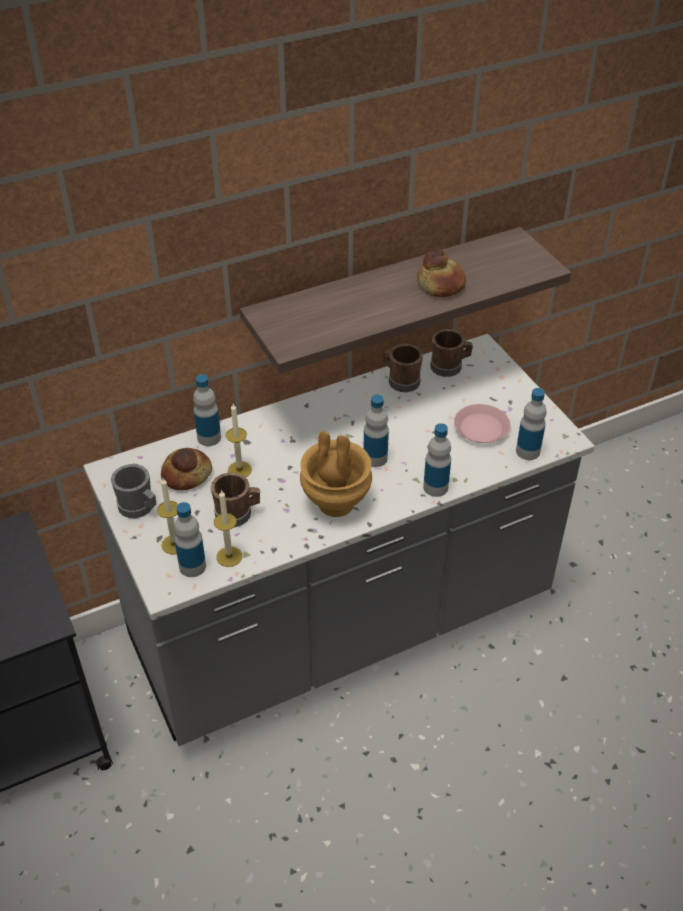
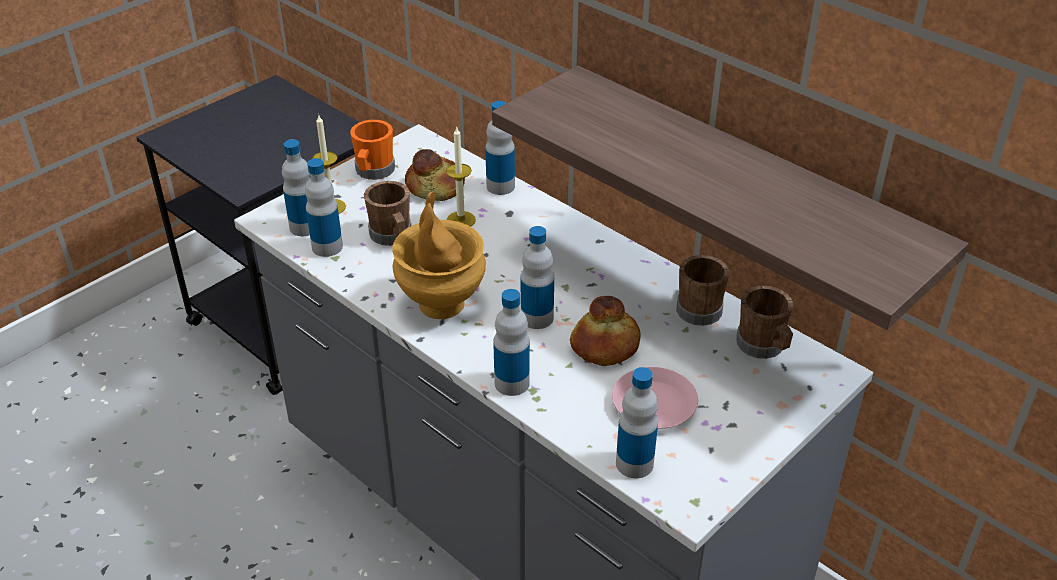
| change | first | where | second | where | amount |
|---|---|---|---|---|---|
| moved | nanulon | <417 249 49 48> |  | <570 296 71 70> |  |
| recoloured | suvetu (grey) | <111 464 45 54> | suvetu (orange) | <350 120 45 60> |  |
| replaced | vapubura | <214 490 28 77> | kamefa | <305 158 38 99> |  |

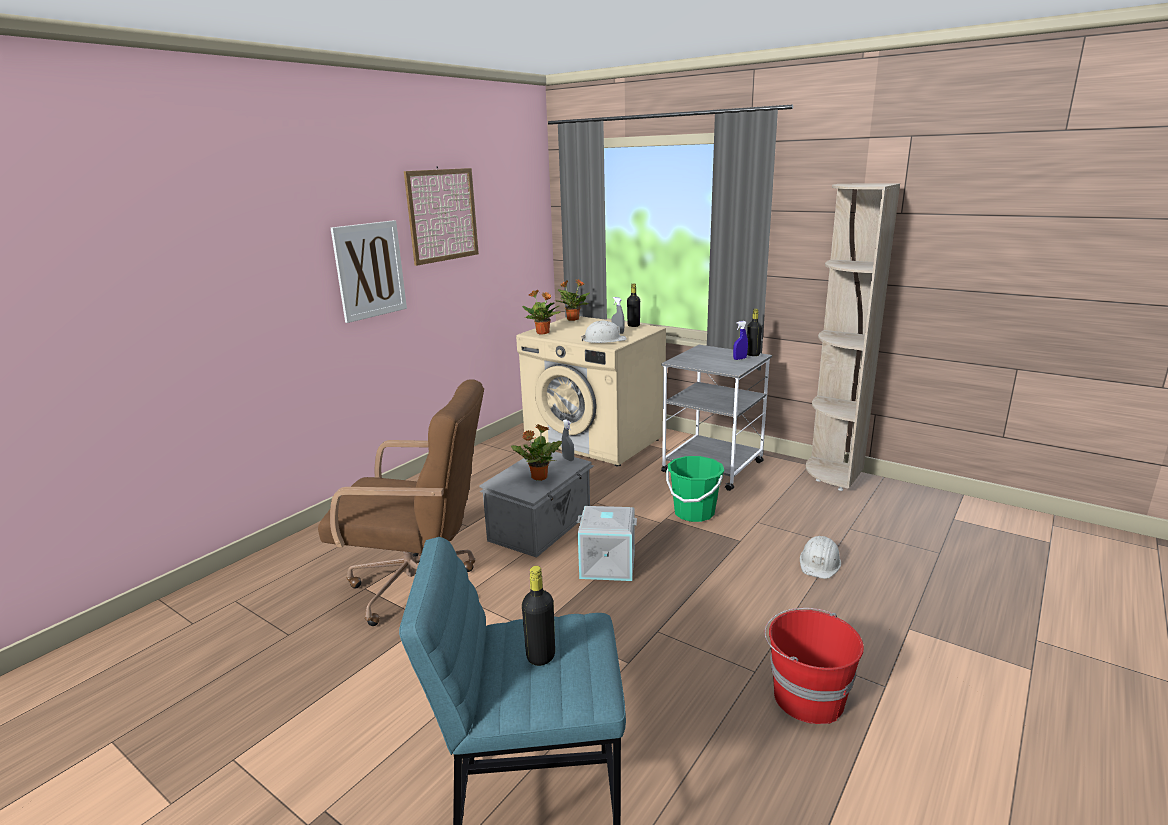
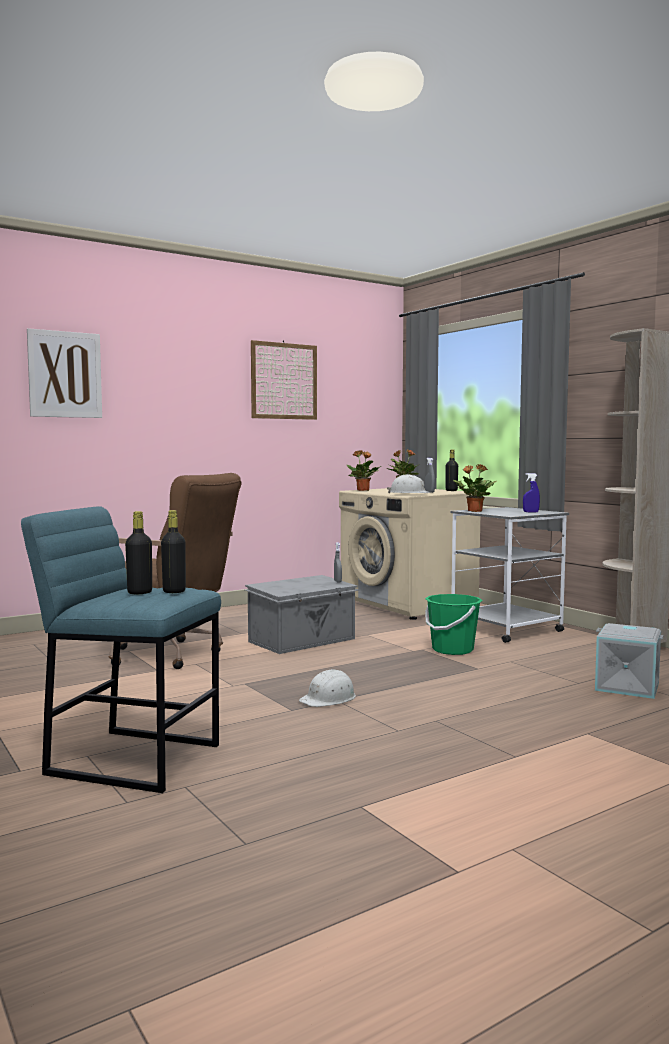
| change | first | where | second | where | amount |
|---|---|---|---|---|---|
| moved | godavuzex | <331 220 76 103> |  | <27 328 75 90> |  |
| moved | kamefa (black) | <747 309 15 47> |  | <161 510 25 83> |  |
| moved | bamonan | <511 424 51 57> |  | <453 464 44 48> |  |
| moved | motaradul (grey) | <577 506 60 75> |  | <595 623 68 76> |  |
| moved | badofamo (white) | <800 536 41 43> |  | <299 669 57 38> |  |
| removed | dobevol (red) | <764 608 100 116> |  |  |  |

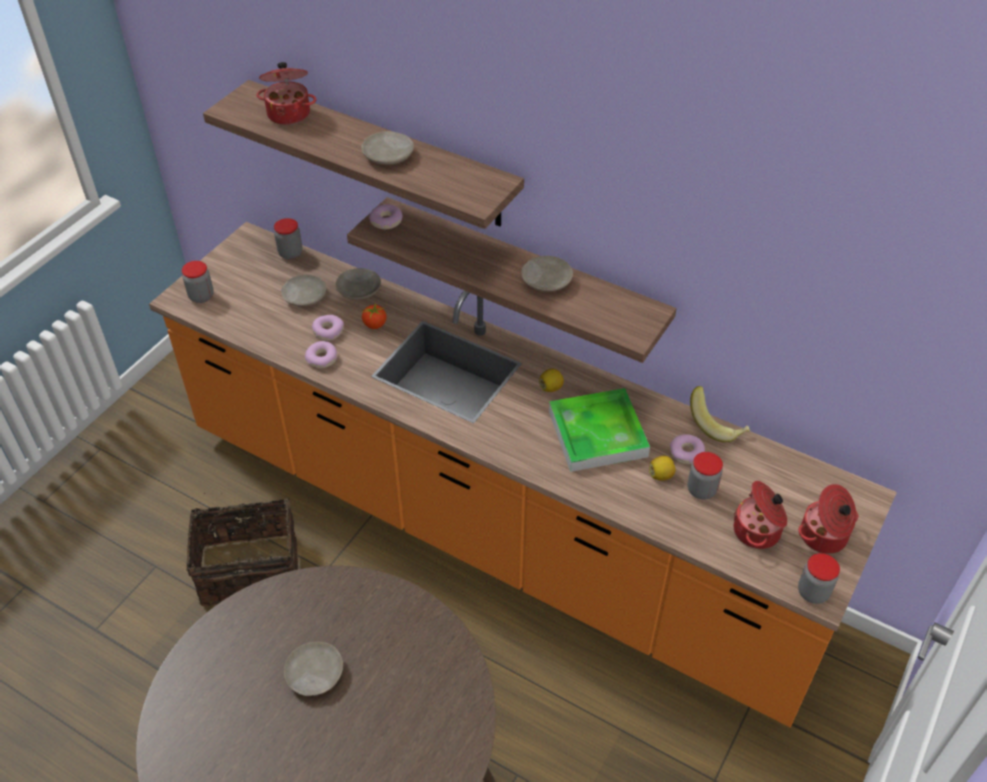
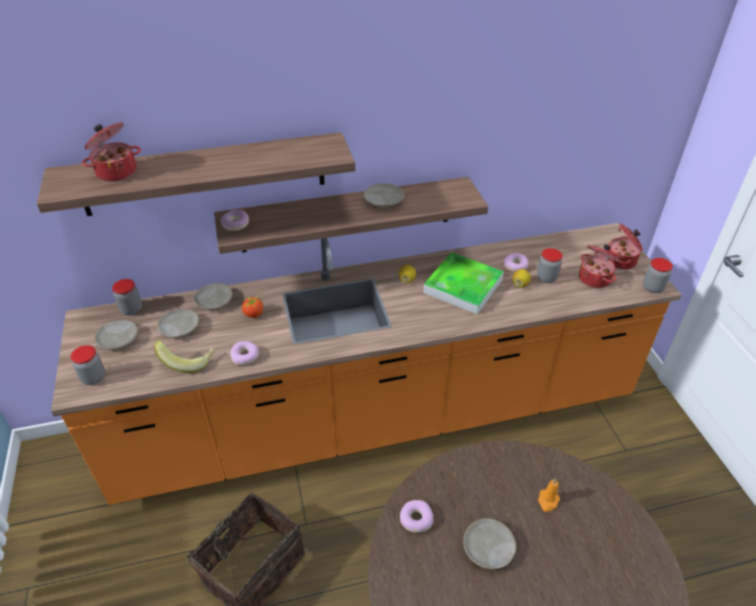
| change | first | where | second | where | amount |
|---|---|---|---|---|---|
| moved | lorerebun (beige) | <361 131 53 34> |  | <94 320 44 30> |  |
| moved | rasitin | <312 315 32 26> |  | <400 500 33 33> |  |
| moved | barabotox | <690 386 60 56> |  | <154 340 61 33> |  |
| added |  |  | vapubura (orange) | <538 478 22 34> |  |

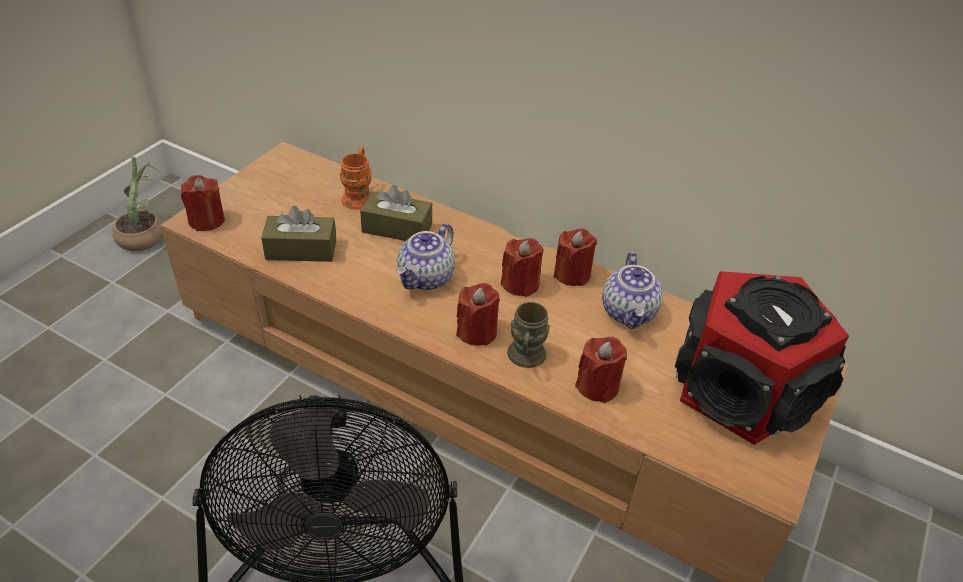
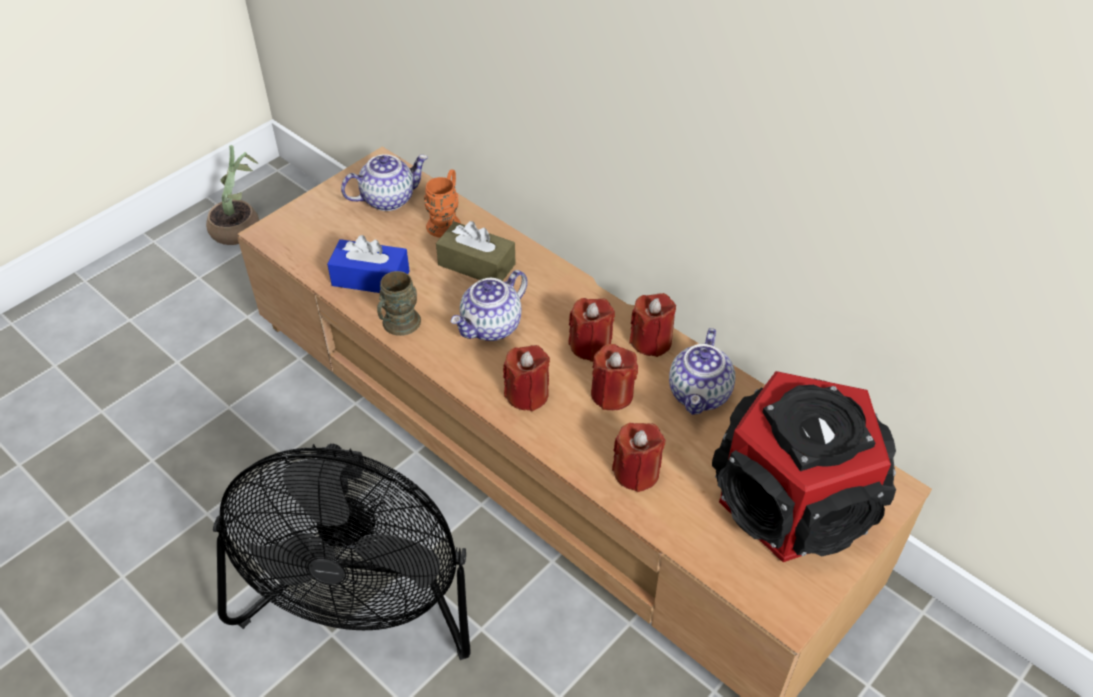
| change | first | where | second | where | amount |
|---|---|---|---|---|---|
| moved | vapubura (red) | <181 175 44 56> |  | <591 344 47 66> |  |
| recoloured | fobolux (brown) | <261 206 75 56> | fobolux (blue) | <327 235 83 58> |  |
| moved | suvetu (brown) | <507 302 43 66> |  | <377 271 44 65> |  |
| added |  |  | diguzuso | <341 154 87 57> |  |

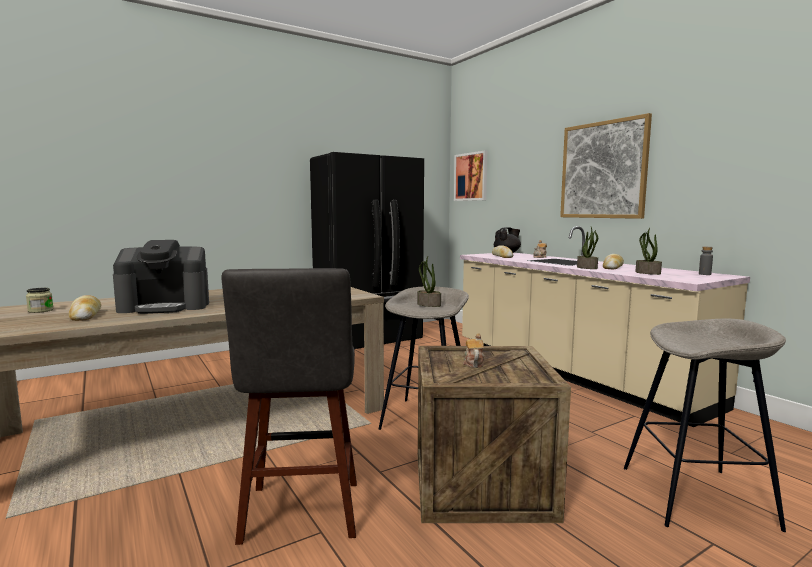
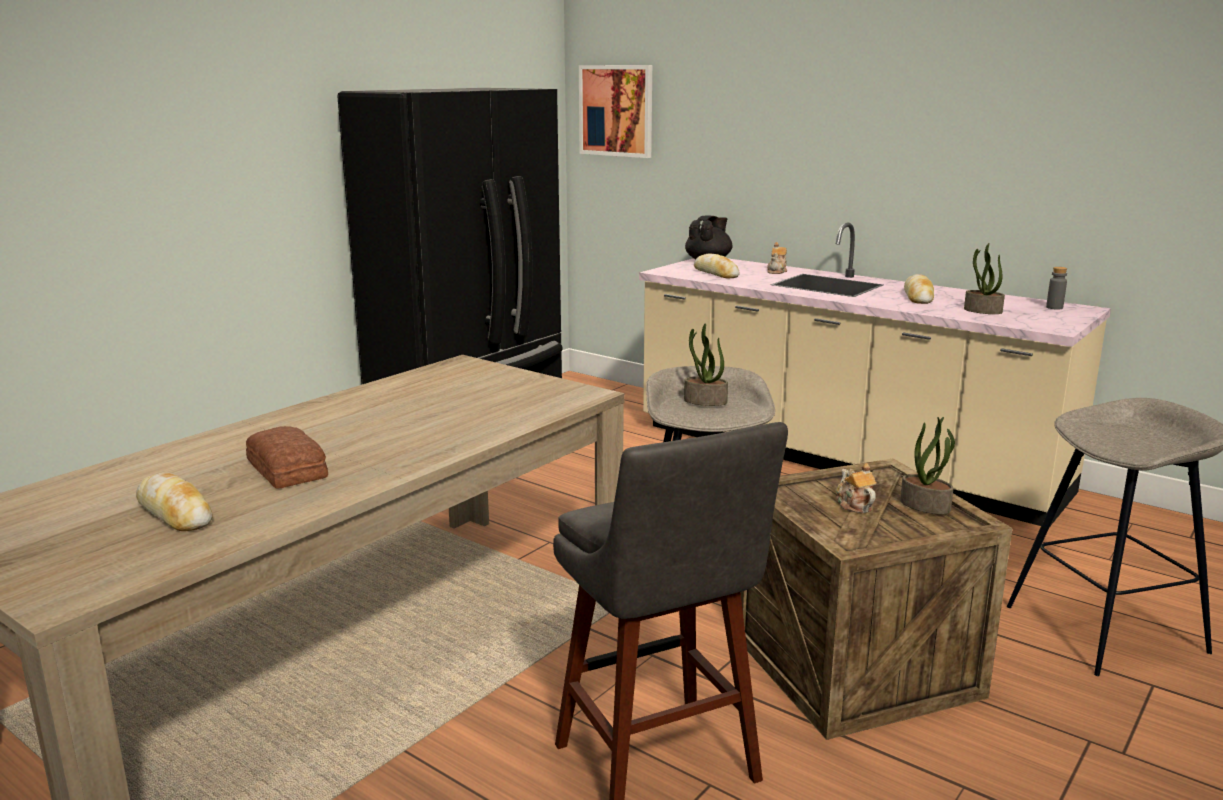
| change | first | where | second | where | amount |
|---|---|---|---|---|---|
| removed | godavuzex | <560 113 92 106> |  |  |  |
| moved | bamonan | <577 227 21 42> |  | <900 417 55 98> |  |
| replaced | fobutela | <113 240 96 74> | nanulon | <246 426 82 63> |  |
| removed | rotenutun | <26 288 28 25> |  |  |  |

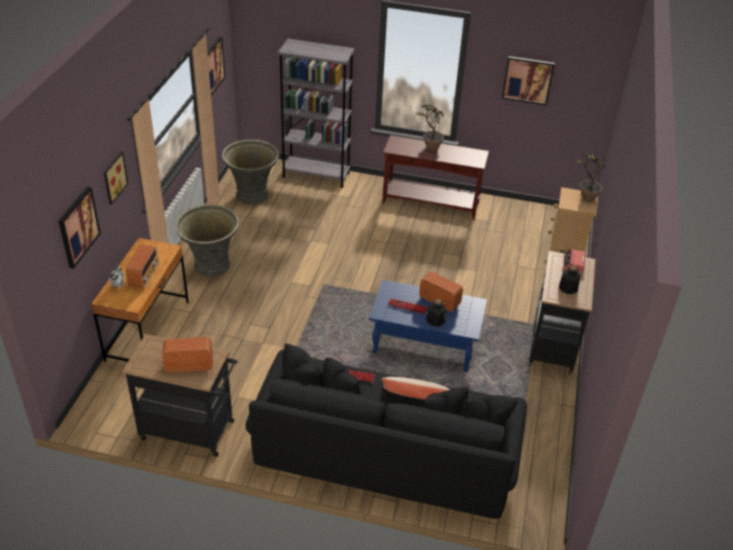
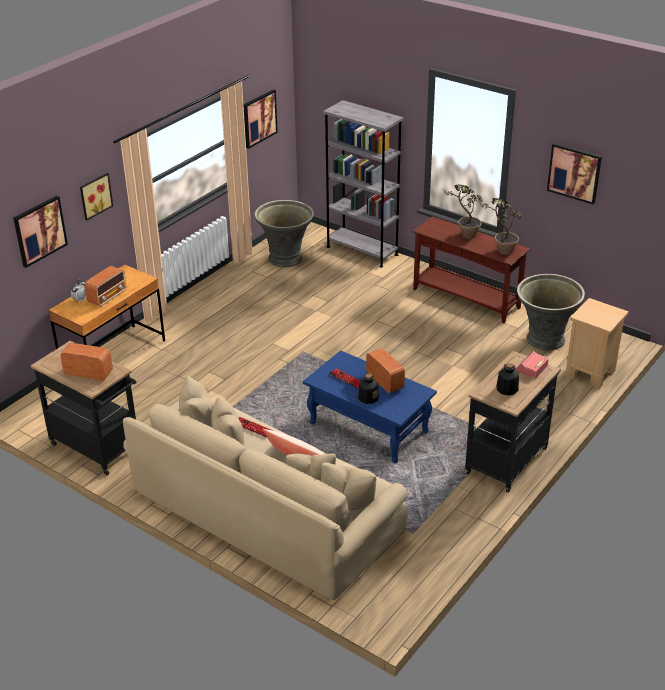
| change | first | where | second | where | amount |
|---|---|---|---|---|---|
| moved | bamonan | <573 153 32 49> |  | <479 198 43 57> |  |
| moved | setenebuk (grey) | <175 204 64 73> |  | <517 274 68 76> |  |
| recoloured | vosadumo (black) | <246 343 281 176> | vosadumo (beige) | <123 376 285 224> |  |

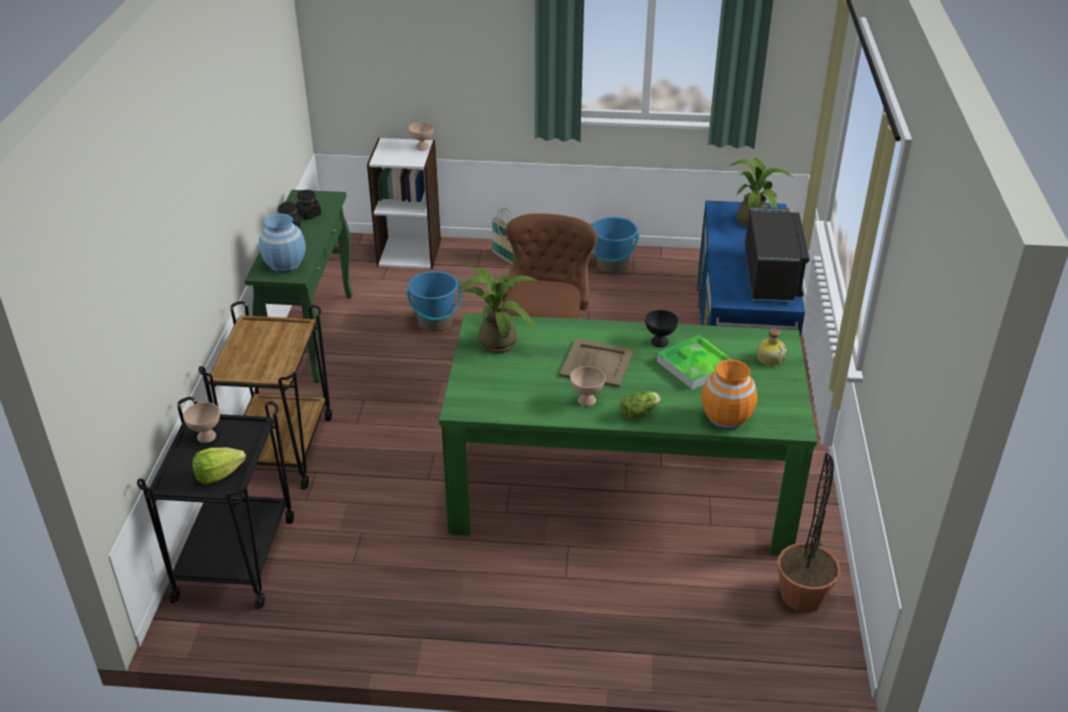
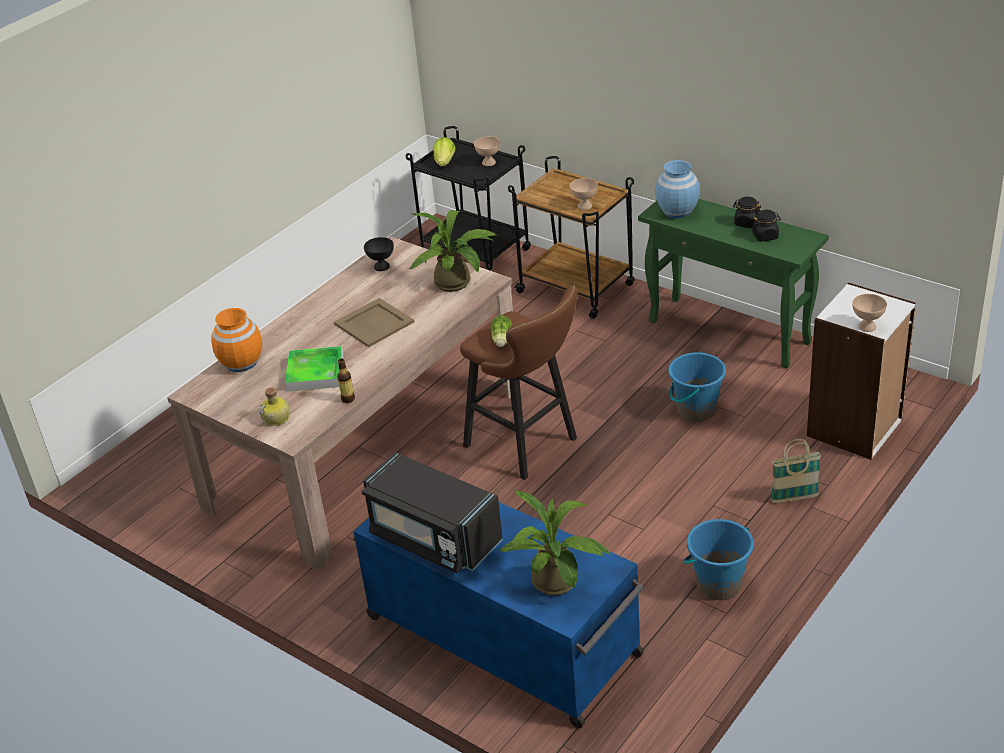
| change | first | where | second | where | amount |
|---|---|---|---|---|---|
| moved | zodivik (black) | <645 310 33 37> |  | <364 237 30 34> |  |
| recoloured | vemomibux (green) | <439 313 378 242> | vemomibux (beige) | <167 236 346 335> |  |
| moved | zodivik (beige) | <570 366 35 41> |  | <570 178 28 32> |  |
| moved | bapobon | <620 391 40 28> |  | <490 316 22 31> |  |
| removed | bamonan | <778 453 63 159> |  |  |  |
| added |  |  | kamefa | <337 359 18 44> |  |

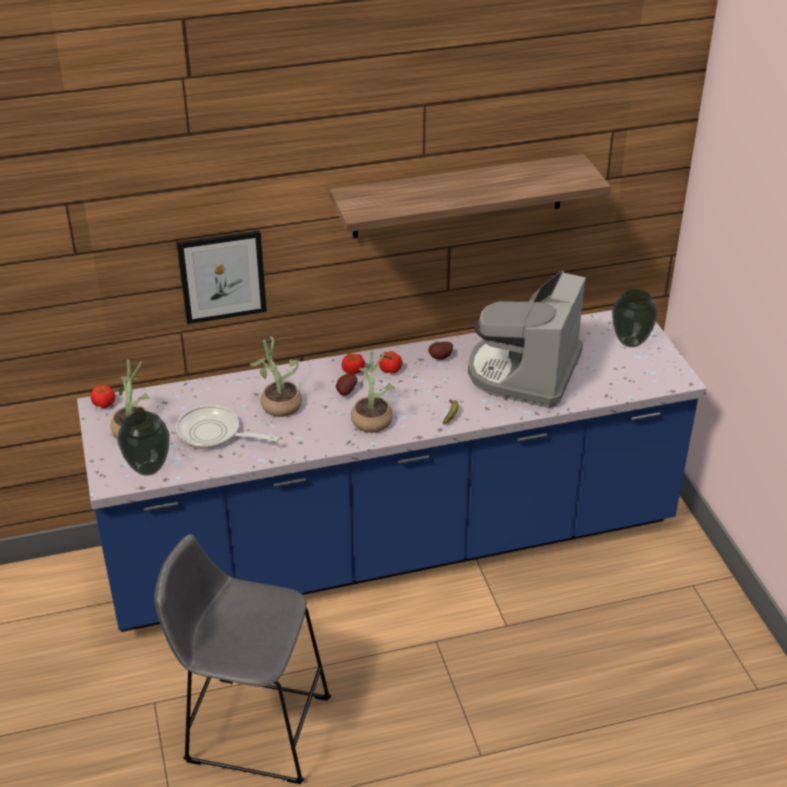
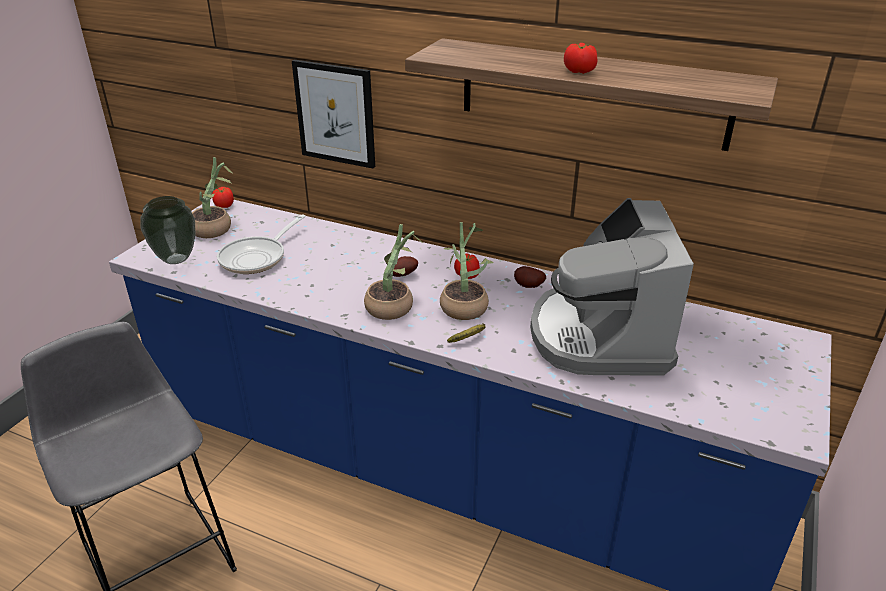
| change | first | where | second | where | amount |
|---|---|---|---|---|---|
| turned | fobutela | <468 271 118 137> |  | <530 198 164 178> | 60 degrees counterclockwise |
| removed | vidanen | <612 289 46 58> |  |  |  |
| moved | bamonan | <249 336 53 81> |  | <440 222 53 98> |  |
| moved | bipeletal | <342 353 23 22> |  | <564 43 34 31> |  |
| turned | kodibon | <176 405 103 44> |  | <217 214 89 60> | 120 degrees counterclockwise |

